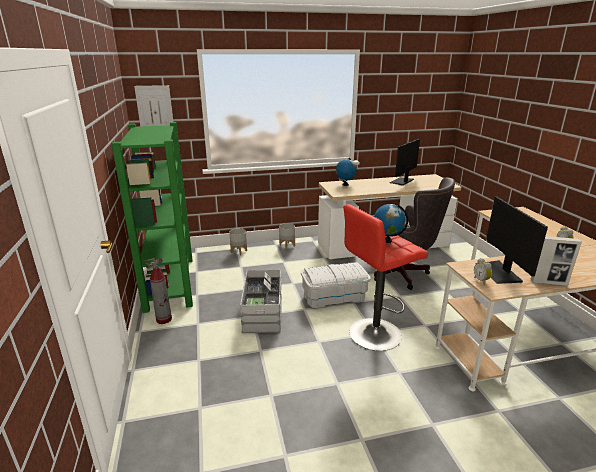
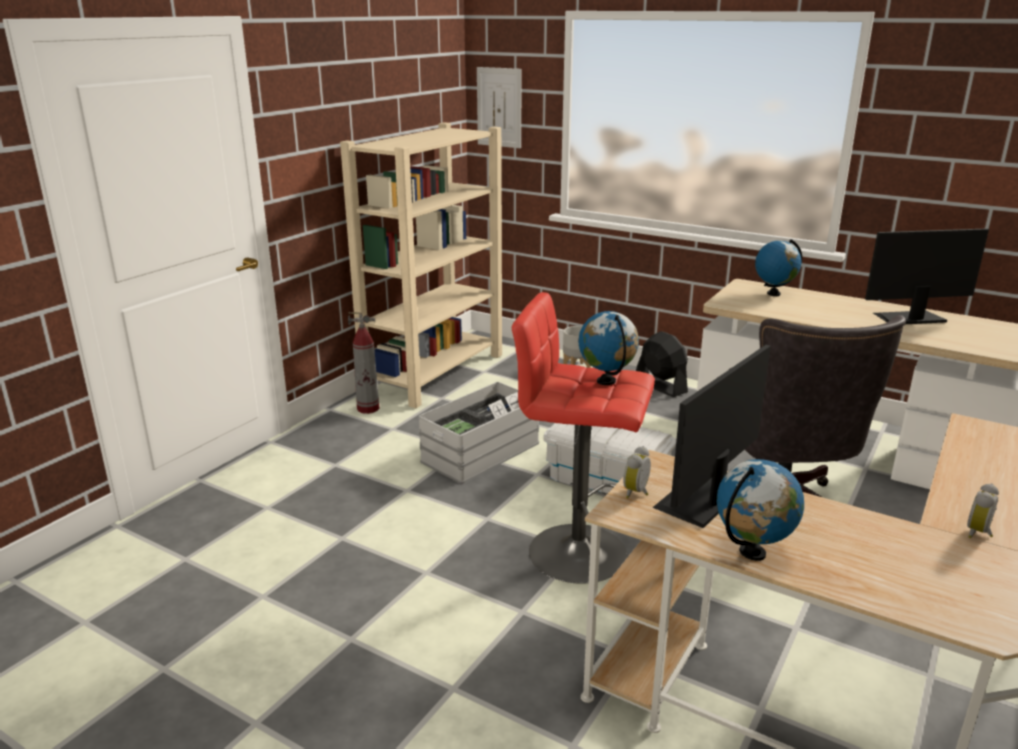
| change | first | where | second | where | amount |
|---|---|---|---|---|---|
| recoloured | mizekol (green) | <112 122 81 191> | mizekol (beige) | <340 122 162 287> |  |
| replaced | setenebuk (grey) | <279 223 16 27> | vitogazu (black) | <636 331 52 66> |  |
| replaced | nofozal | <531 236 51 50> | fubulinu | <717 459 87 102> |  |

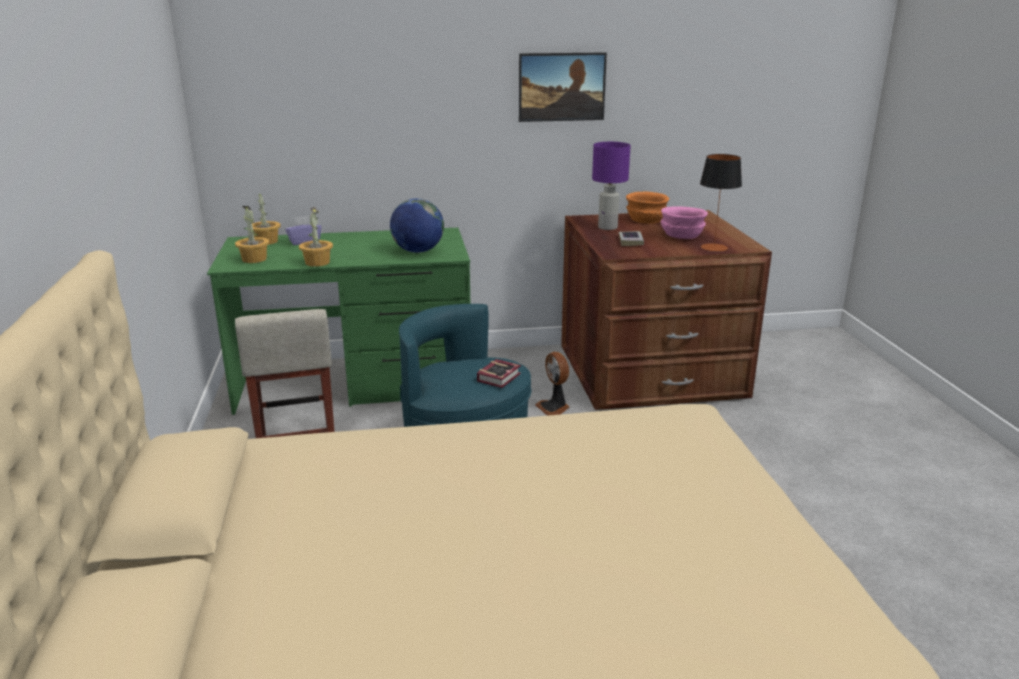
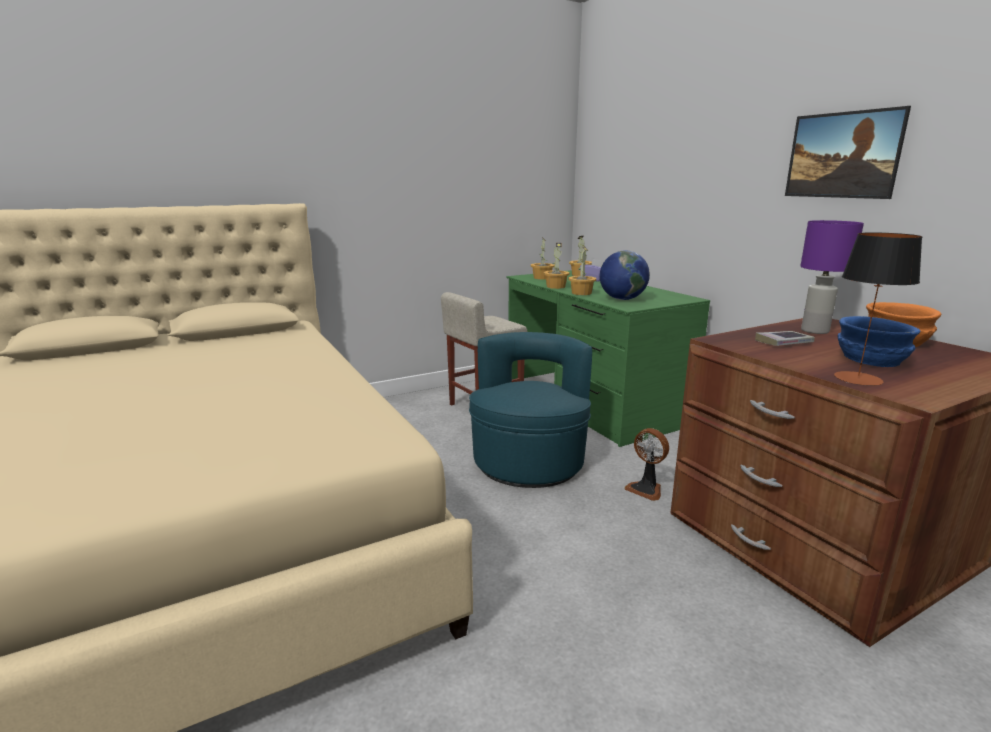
| change | first | where | second | where | amount |
|---|---|---|---|---|---|
| recoloured | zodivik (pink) | <660 206 48 33> | zodivik (blue) | <838 316 83 51> |  |
| turned | vitogazu | <535 352 34 64> |  | <625 428 44 73> | 90 degrees counterclockwise |
| removed | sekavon | <477 359 44 29> |  |  |  |
| added |  |  | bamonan | <568 247 28 48> |  |

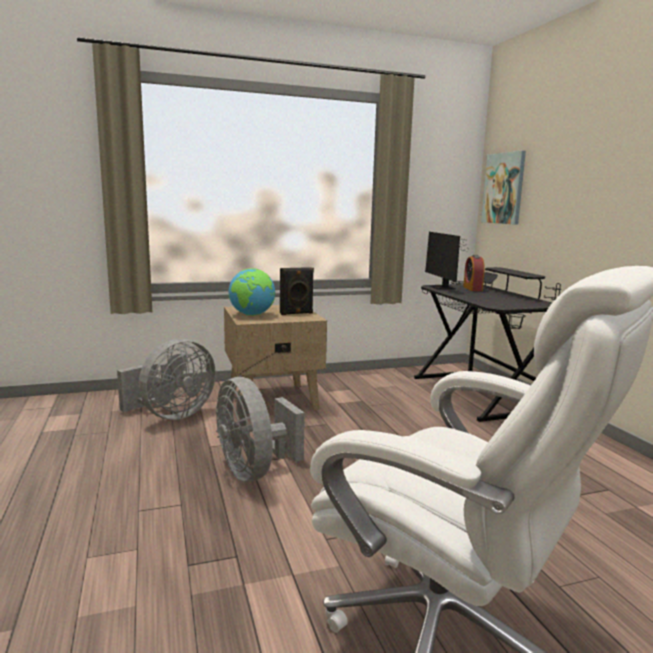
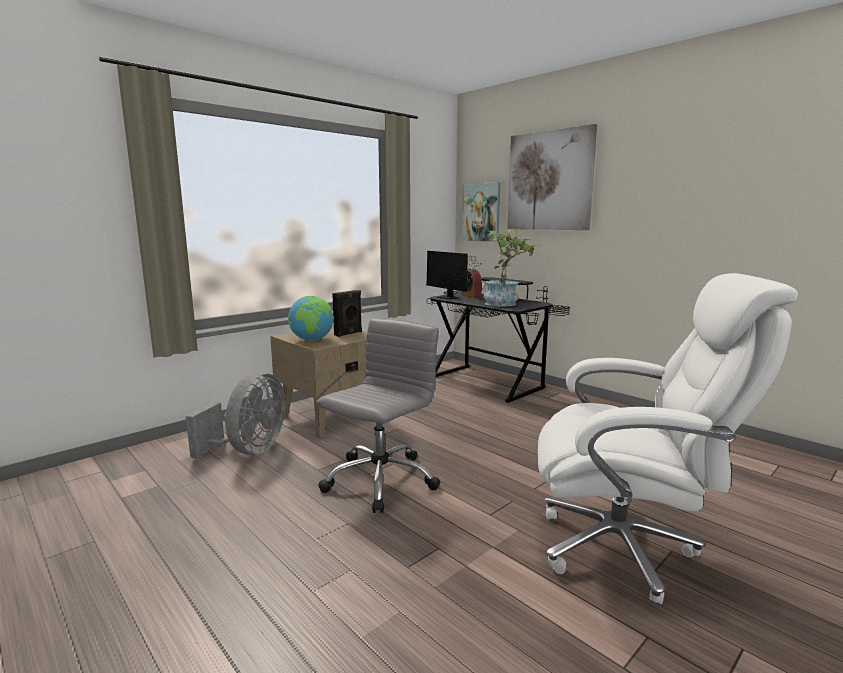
| change | first | where | second | where | amount |
|---|---|---|---|---|---|
| replaced | vitogazu (grey) | <216 377 89 105> | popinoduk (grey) | <316 318 124 195> |  |
| added |  |  | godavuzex | <507 124 90 106> |  |
| added |  |  | bamonan | <484 228 54 78> |  |

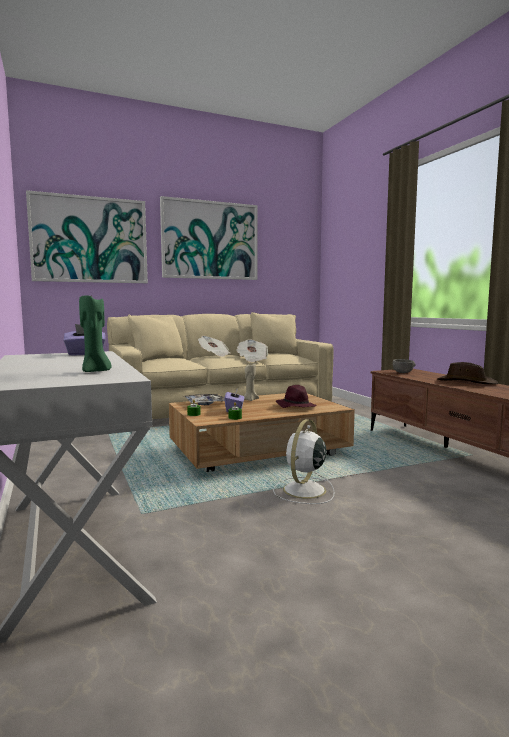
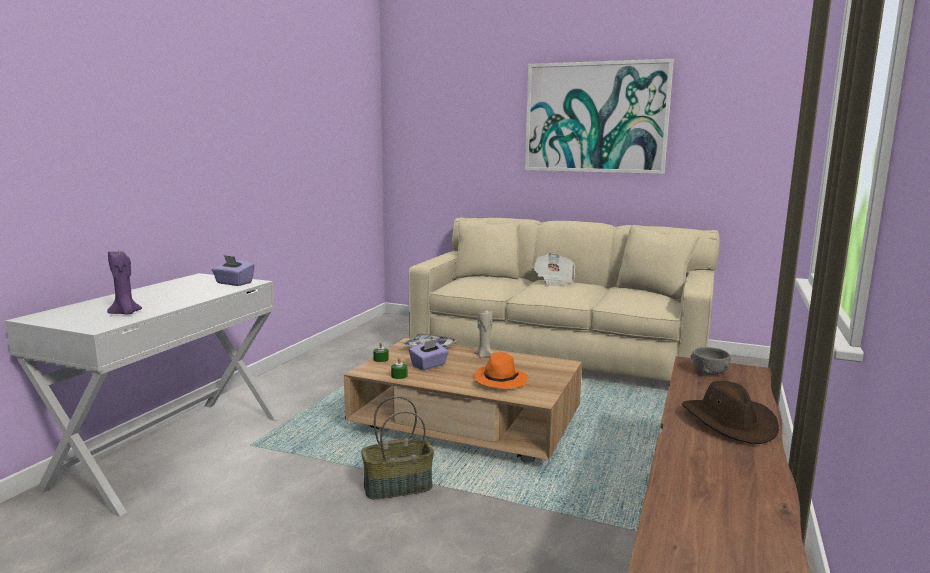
| change | first | where | second | where | amount |
|---|---|---|---|---|---|
| removed | godavuzex | <26 190 122 93> |  |  |  |
| recoloured | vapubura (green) | <79 295 33 77> | vapubura (purple) | <107 251 35 63> |  |
| removed | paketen | <236 339 32 23> |  |  |  |
| recoloured | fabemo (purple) | <276 385 41 23> | fabemo (orange) | <474 352 53 37> |  |
| replaced | vitogazu (white) | <273 419 61 85> | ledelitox | <361 396 73 103> |  |

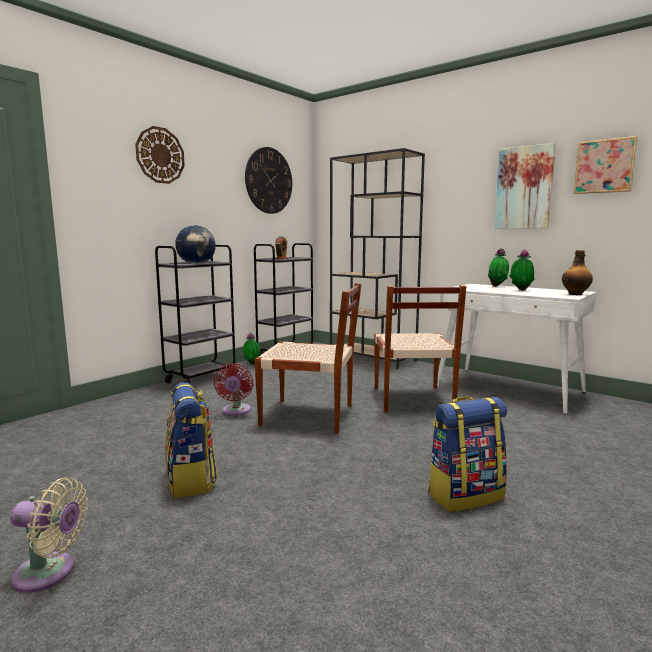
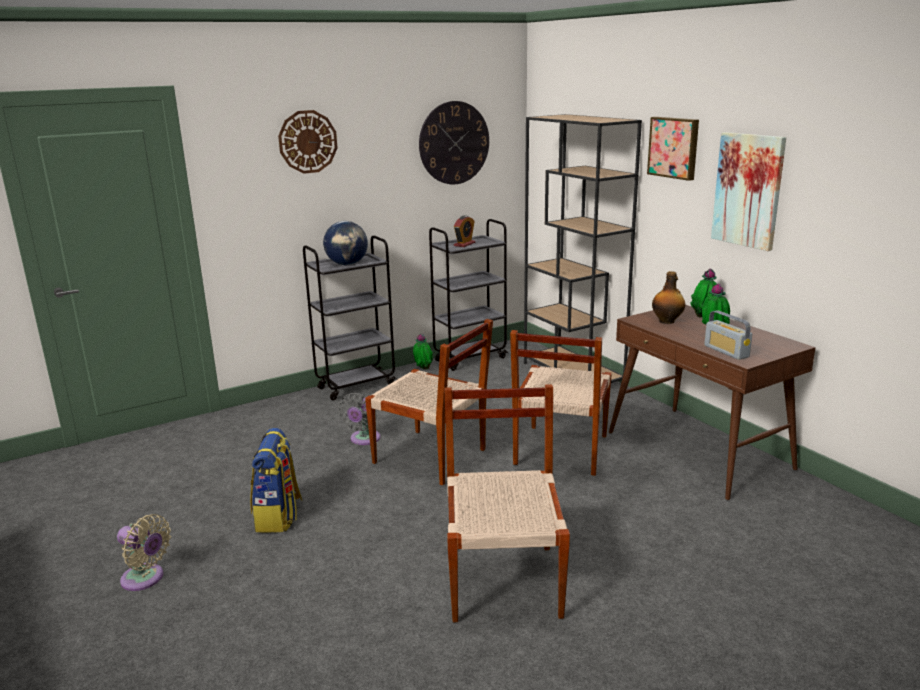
| change | first | where | second | where | amount |
|---|---|---|---|---|---|
| moved | godavuzex | <574 136 64 58> |  | <647 117 52 64> |  |
| moved | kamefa | <562 250 31 45> |  | <652 271 33 53> |  |
| recoloured | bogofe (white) | <437 284 160 130> | bogofe (brown) | <609 305 207 195> |  |
| recoloured | vitogazu (red) | <214 363 39 52> | vitogazu (grey) | <338 393 42 52> |  |
| replaced | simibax | <428 396 79 116> | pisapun | <445 384 125 239> |  |
| added |  |  | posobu | <704 310 48 50> |  |

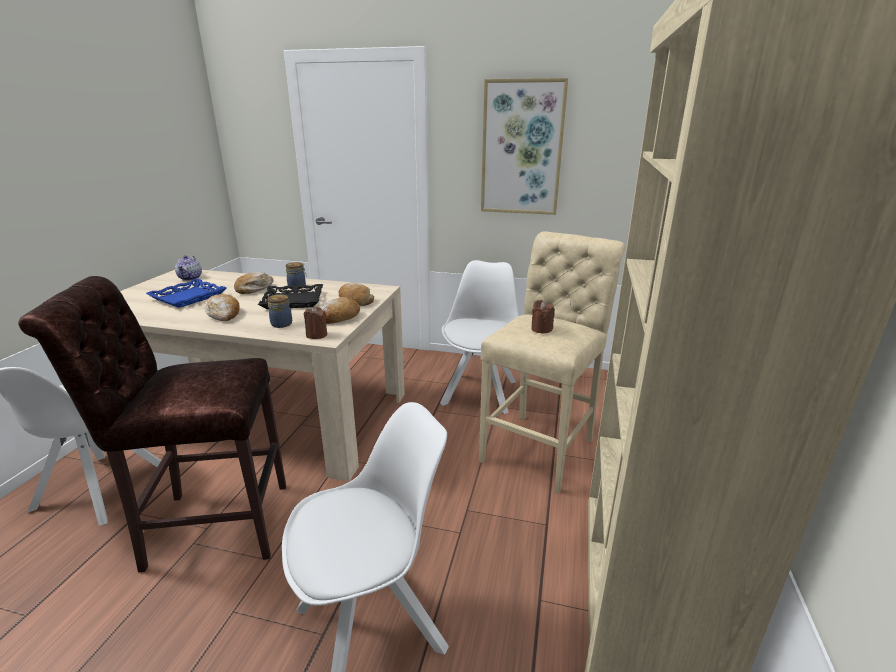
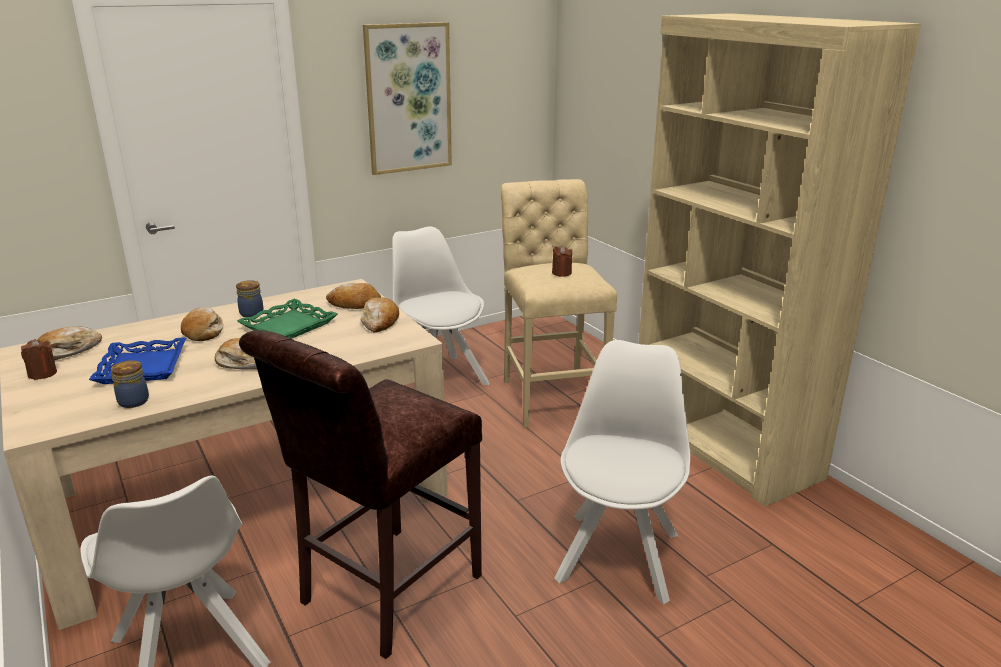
| change | first | where | second | where | amount |
|---|---|---|---|---|---|
| replaced | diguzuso | <175 255 27 26> | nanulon | <37 326 65 34> |  |
| recoloured | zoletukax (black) | <258 284 65 25> | zoletukax (green) | <237 299 101 40> |  |
| moved | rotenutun | <267 294 25 34> |  | <111 360 38 48> |  |
| moved | vapubura (brown) | <304 306 23 33> |  | <21 339 36 41> |  |

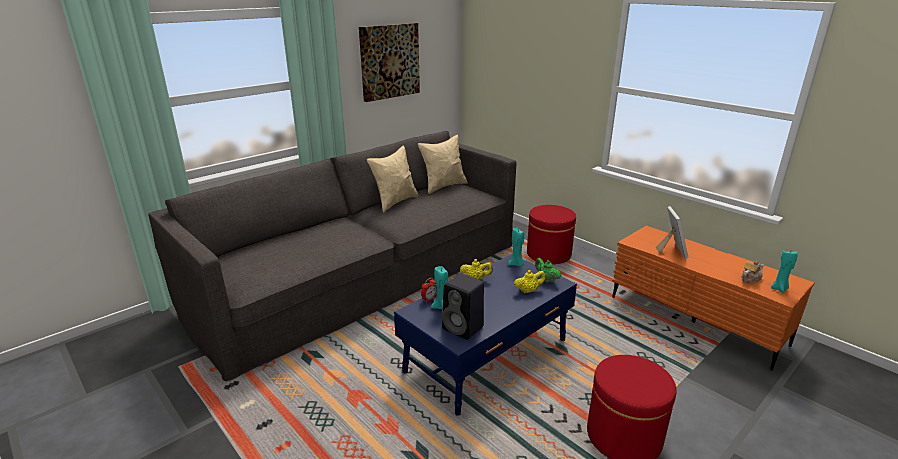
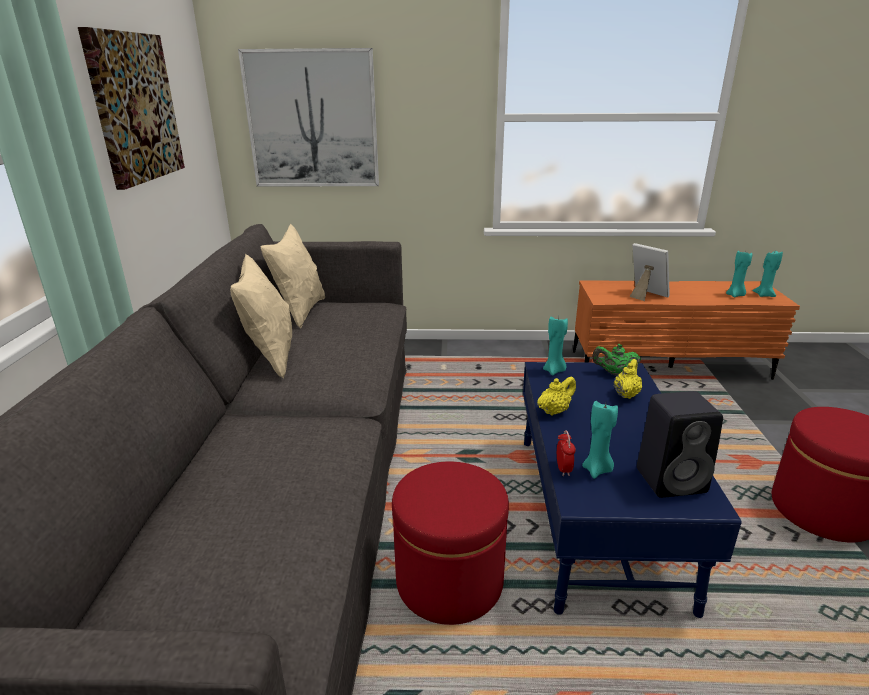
| change | first | where | second | where | amount |
|---|---|---|---|---|---|
| moved | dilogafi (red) | <527 205 49 59> |  | <392 461 117 164> |  |
| replaced | diguzuso | <741 261 23 23> | vapubura (turquoise) | <726 251 26 46> |  |
| added |  |  | godavuzex | <238 48 141 138> |  |

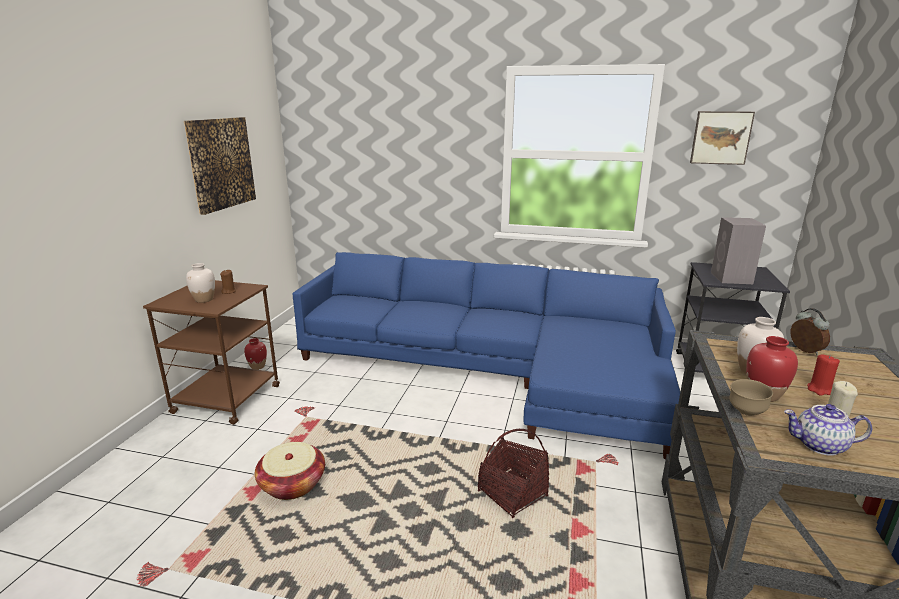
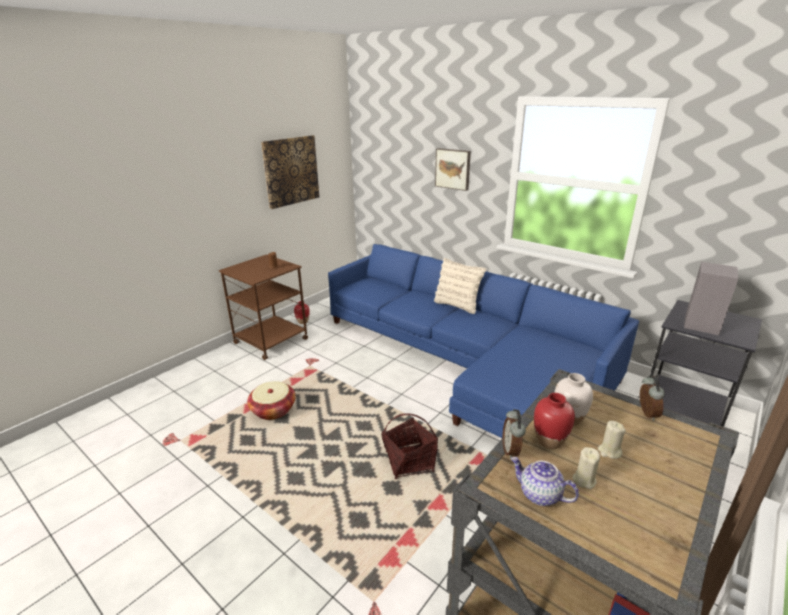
| change | first | where | second | where | amount |
|---|---|---|---|---|---|
| moved | godavuzex | <690 111 65 54> |  | <435 148 36 43> |  |
| removed | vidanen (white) | <186 263 29 40> |  |  |  |
| recoloured | vapubura (red) | <807 355 33 41> | vapubura (beige) | <598 421 28 38> |  |
| replaced | zodivik (brown) | <730 379 43 37> | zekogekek | <503 409 23 50> |  |
| added |  |  | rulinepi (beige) | <434 258 52 56> |  |

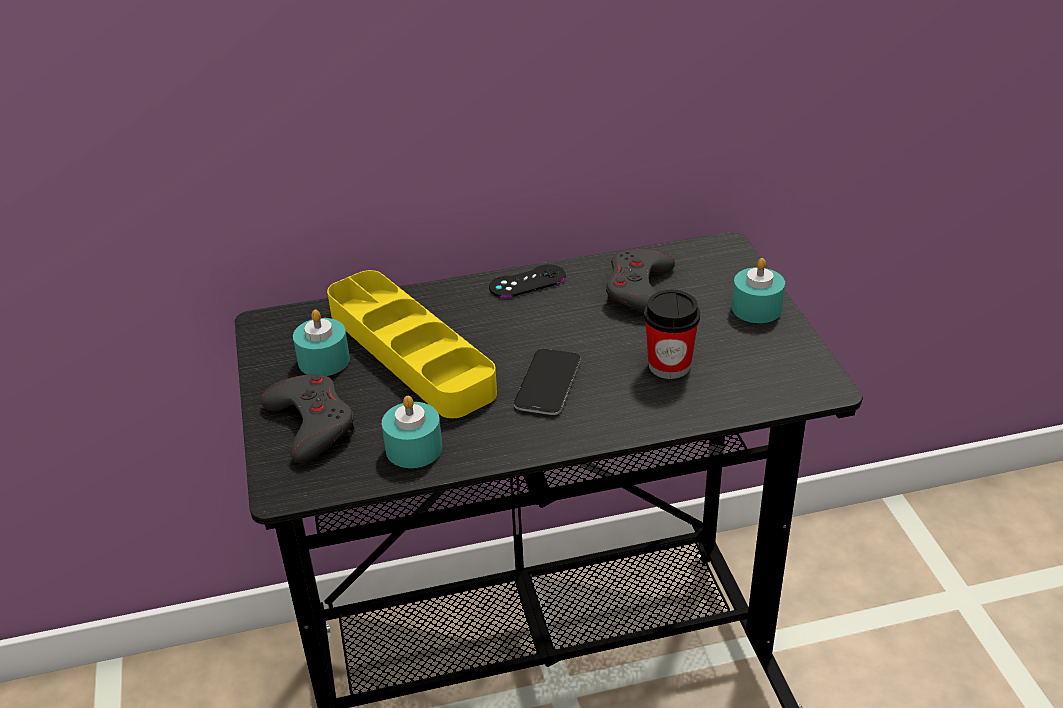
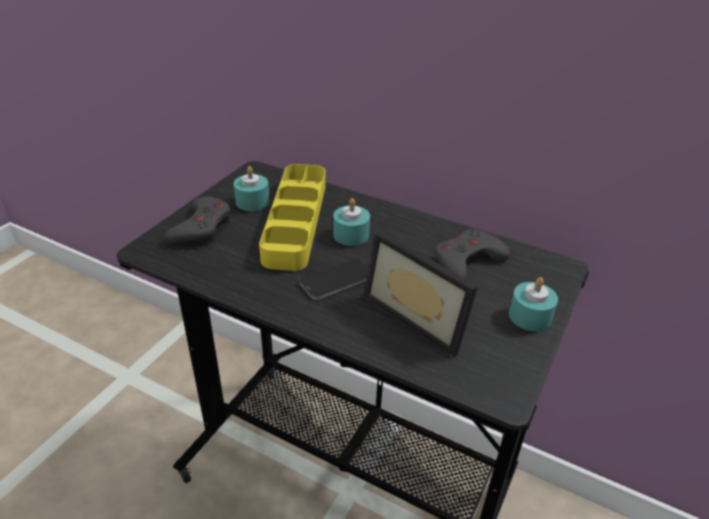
| change | first | where | second | where | amount |
|---|---|---|---|---|---|
| removed | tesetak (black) | <489 265 77 33> |  |  |  |
| replaced | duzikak | <644 290 56 89> | nofozal | <363 230 115 127> |  |
| moved | vapubura (turquoise) | <382 396 60 72> |  | <333 198 37 48> |  |

